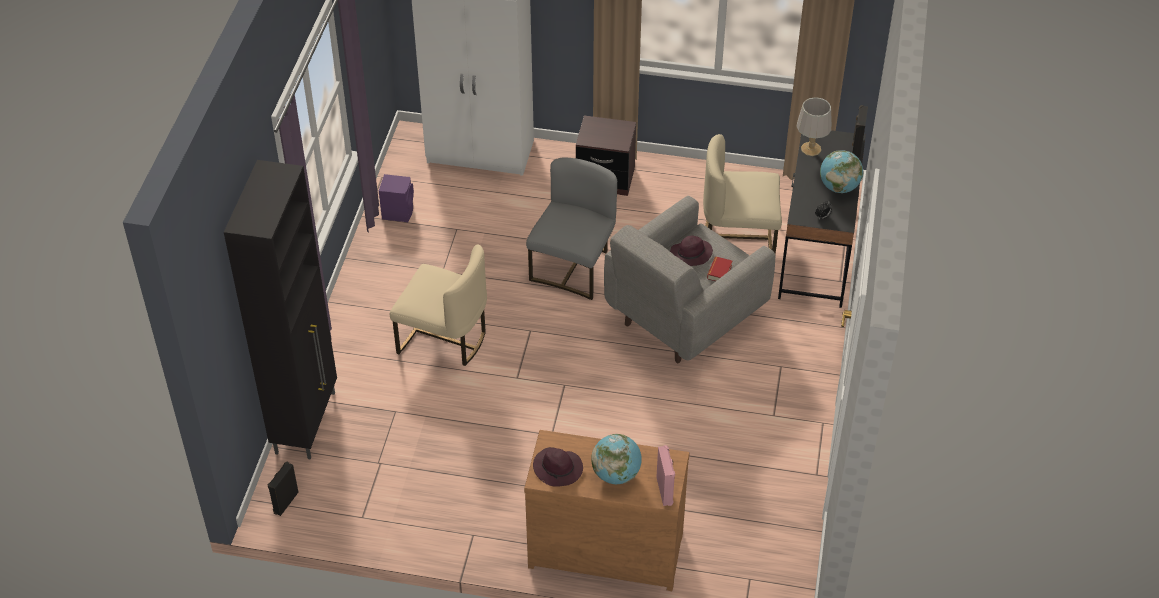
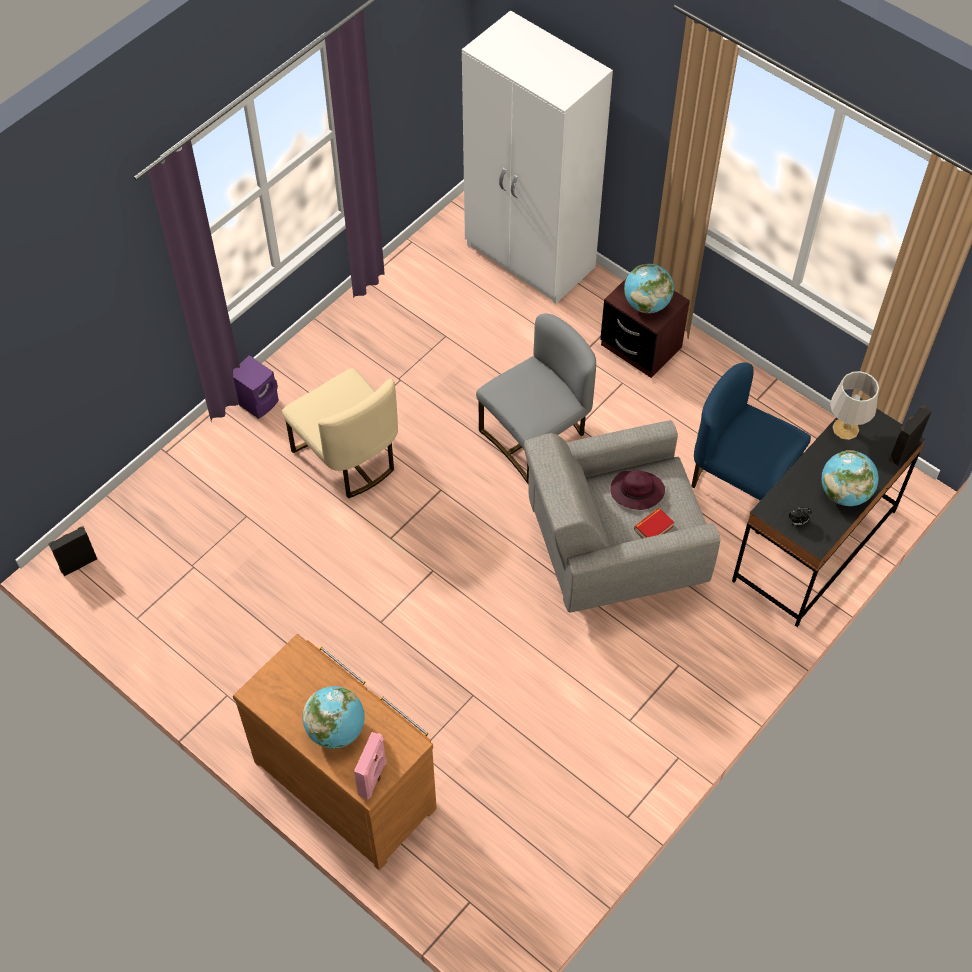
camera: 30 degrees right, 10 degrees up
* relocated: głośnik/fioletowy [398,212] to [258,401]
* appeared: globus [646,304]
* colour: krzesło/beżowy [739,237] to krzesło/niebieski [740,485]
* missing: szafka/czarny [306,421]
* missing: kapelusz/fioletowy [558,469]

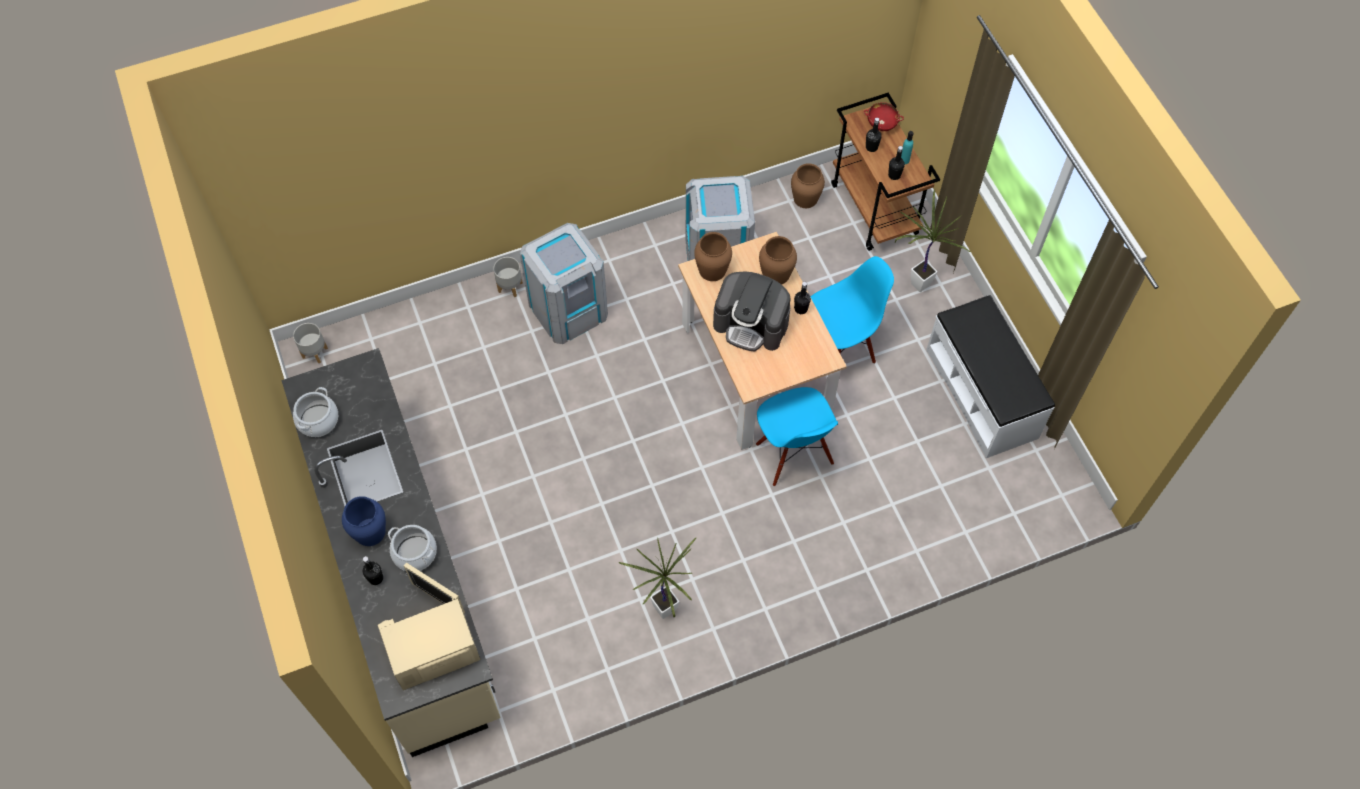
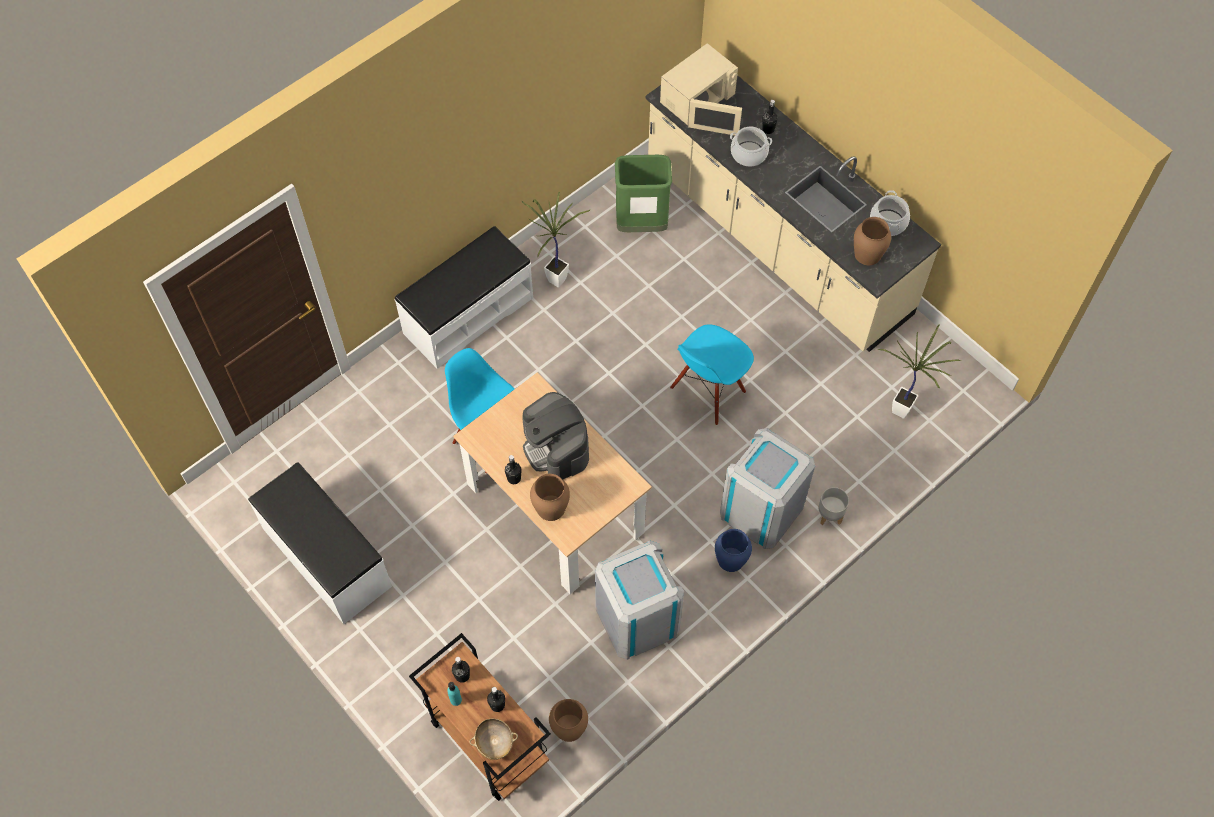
camera: 160 degrees right, 0 degrees up
* appeared: ławka/biały [467,315]
* colour: miska/czerwony [881,123] to miska/beżowy [494,742]
* spun: ekspres do kawy [751,324] = [556,447] 120 degrees counterclockwise
* appeared: kosz na śmieci/zielony [641,225]
* relocated: krzesło/niebieski [839,347] to [708,391]
* relocated: wazon/niebieski [369,532] to [731,559]
* relocated: wazon/brązowy [712,269] to [868,254]
* relocated: roślina doniczkowa [916,285] to [904,409]
* missing: donica/szary [315,352]

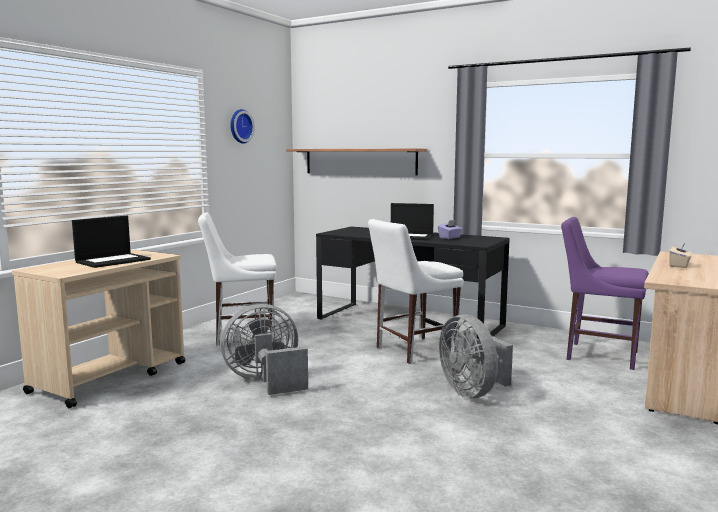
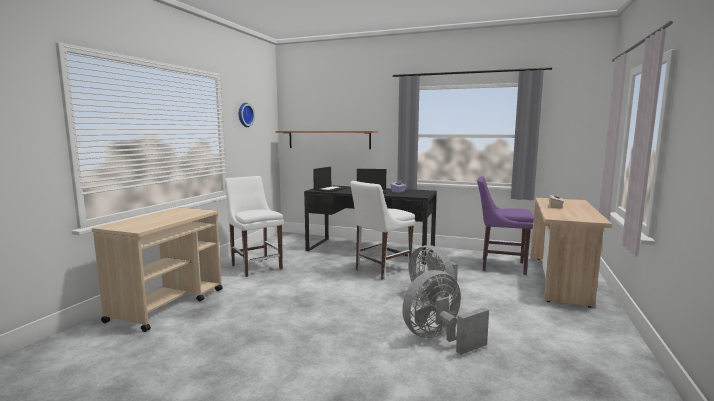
camera: 10 degrees left, 0 degrees up
* spun: krzesło/biały [241,335] = [255,266] 75 degrees clockwise
* relocated: laptop [113,261] to [330,189]
* relocated: wentylator/szary [266,382] to [439,339]

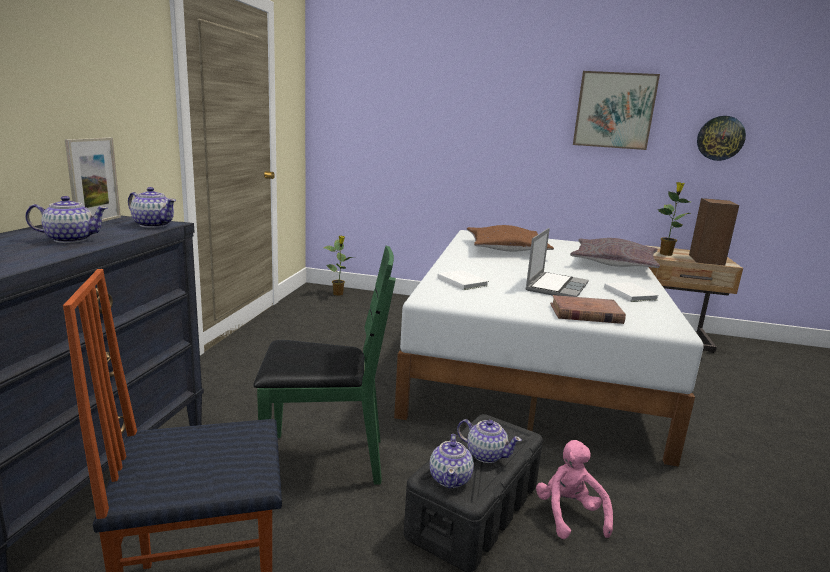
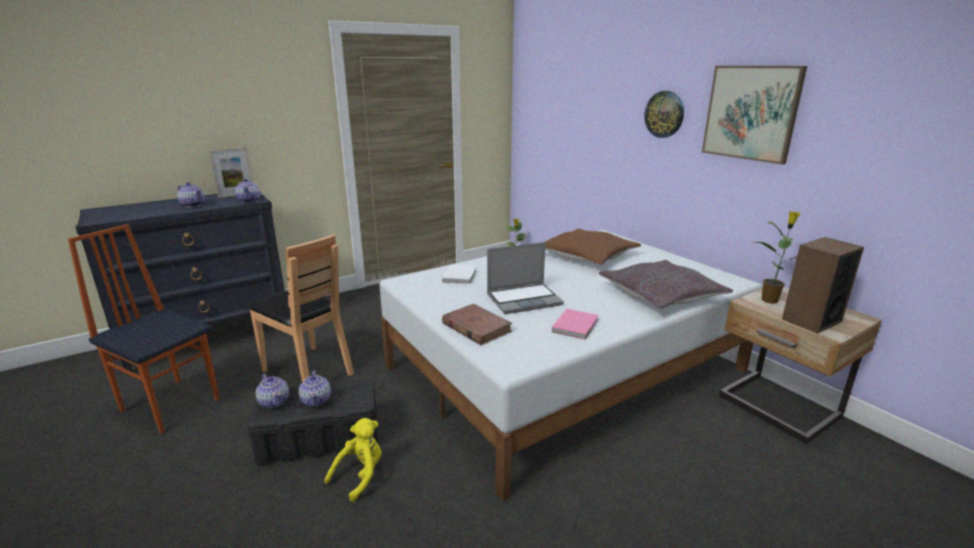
camera: 45 degrees right, 5 degrees up
* colour: krzesło/zielony [322,460] to krzesło/brązowy [308,371]
* spun: imbryk [450,478] = [274,401] 90 degrees counterclockwise
* colour: pluszak/różowy [569,515] to pluszak/żółty [360,475]
* colour: książka/biały [630,293] to książka/różowy [576,325]
* relocated: zegar ścienny [720,138] to [664,114]

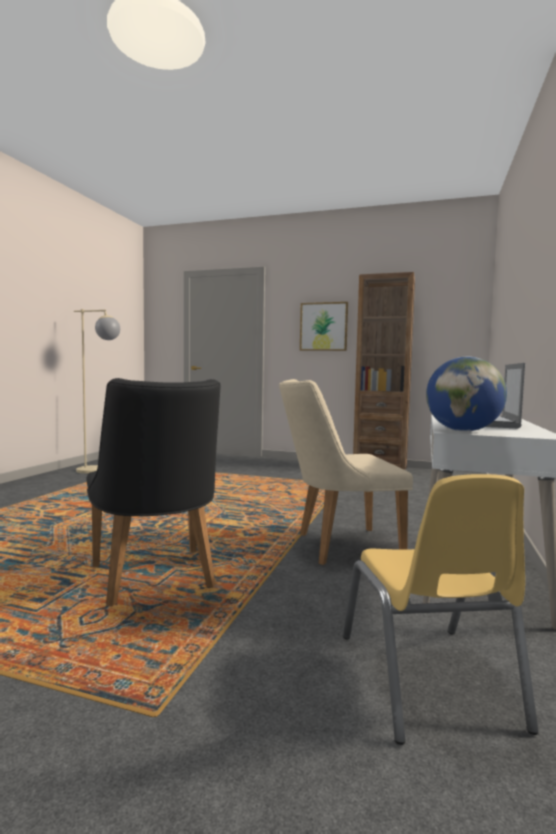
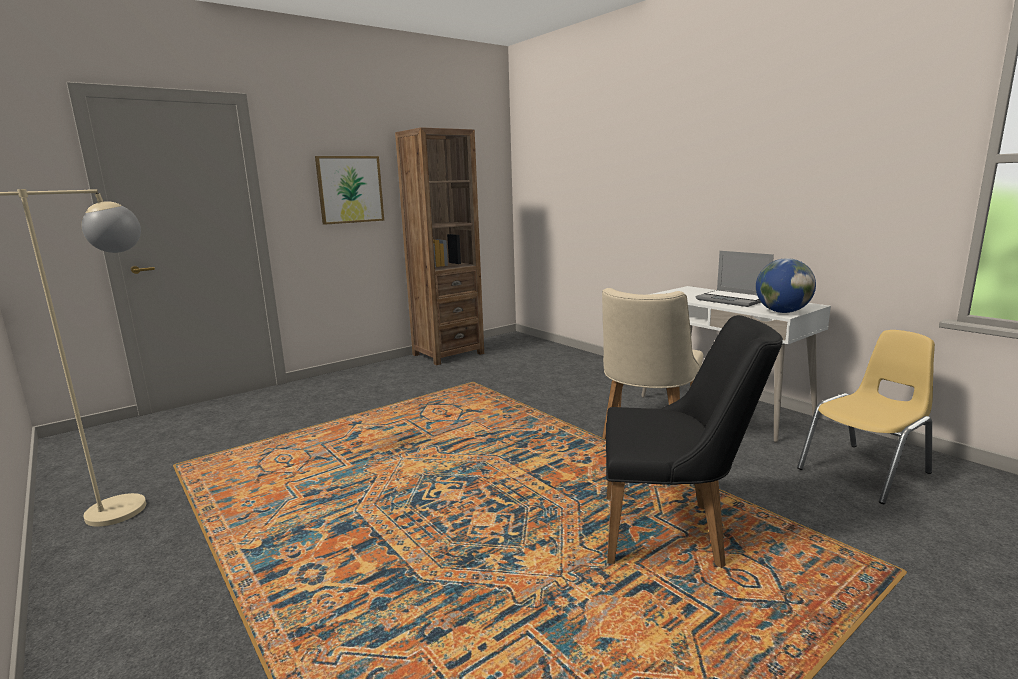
camera: 55 degrees left, 10 degrees up
* spun: krzesło/żółty [427,679] = [865,471] 60 degrees counterclockwise

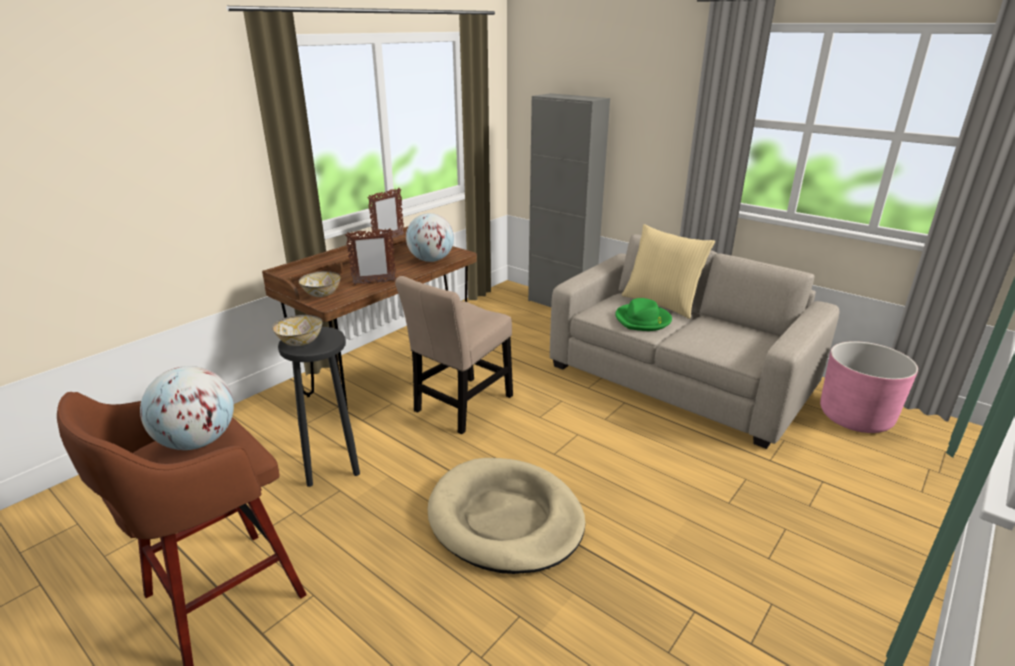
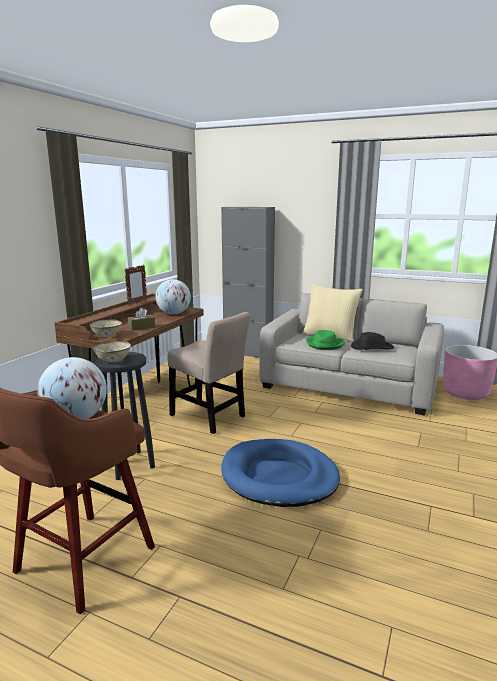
camera: 15 degrees left, 10 degrees down
* exchanged: ramka na zdjęcie [374,282] to pudełko chusteczek/brązowy [141,327]
* spun: krzesło/beżowy [461,406] = [209,417] 75 degrees counterclockwise
* colour: legowisko/beżowy [505,519] to legowisko/niebieski [279,477]
* appeared: kapelusz/czarny [371,347]

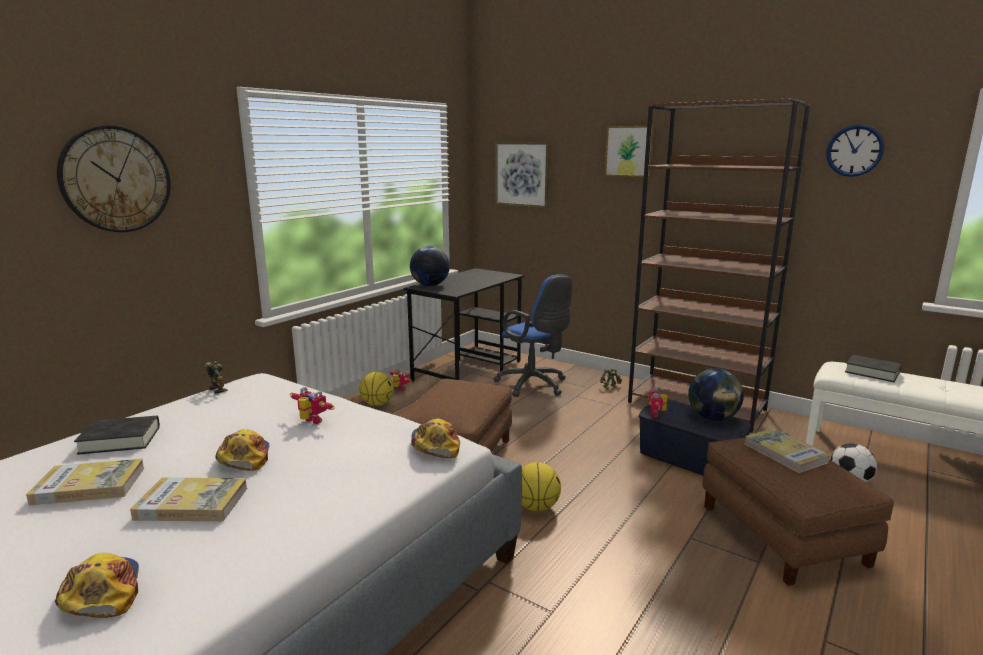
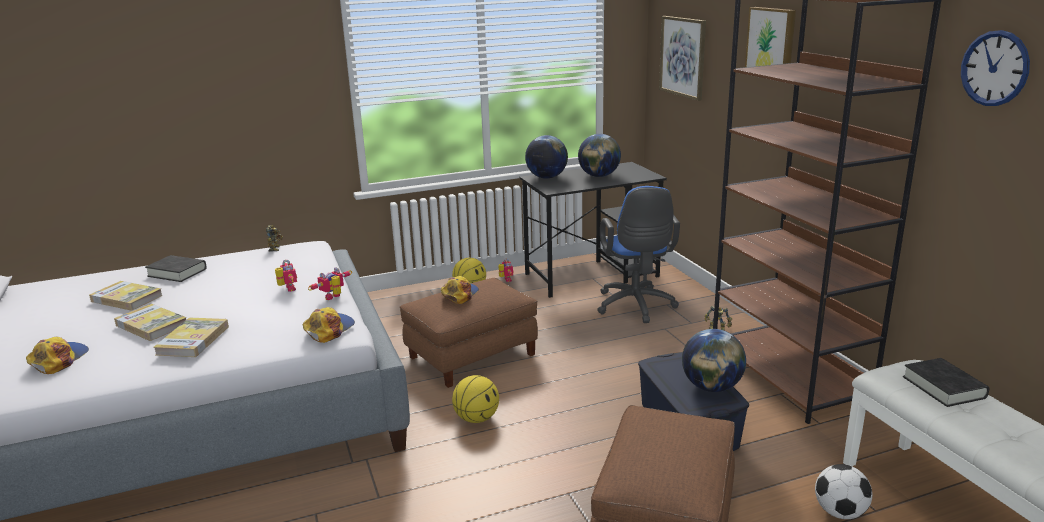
camera: 35 degrees right, 5 degrees up
* relocated: książka [785,453] to [193,340]
* relocated: robot zabawkowy [657,414] to [334,297]
* relocated: czapka z daszkiem [244,456] to [459,294]
* appeared: globus [599,176]
* missing: zegar ścienny [116,179]

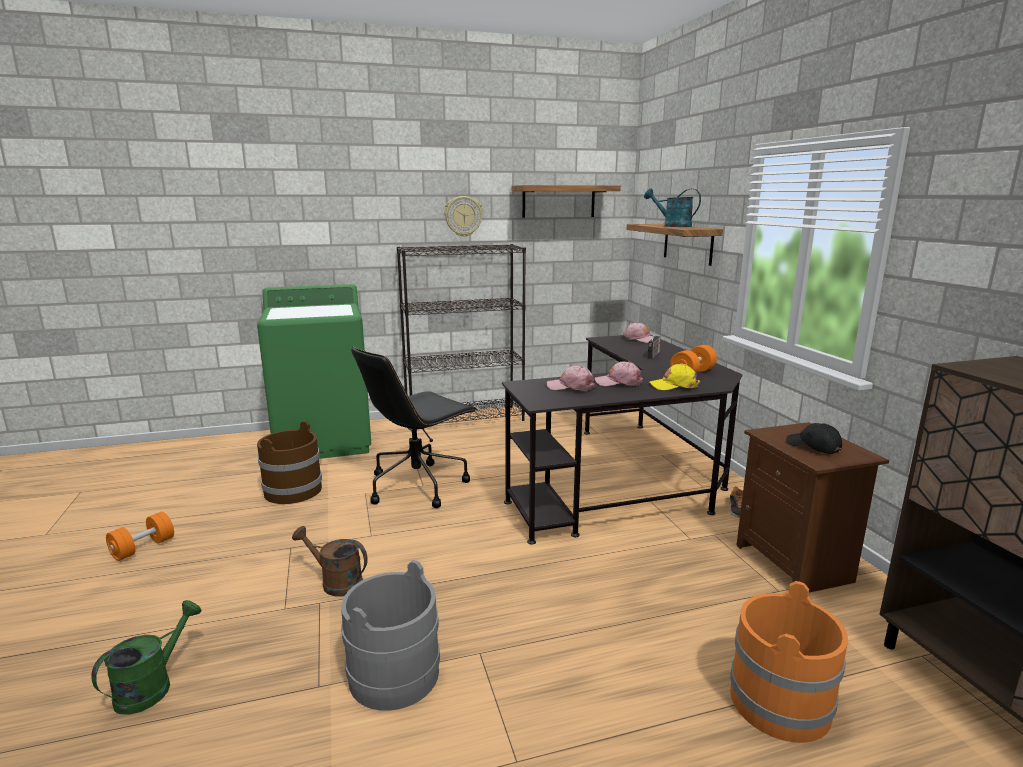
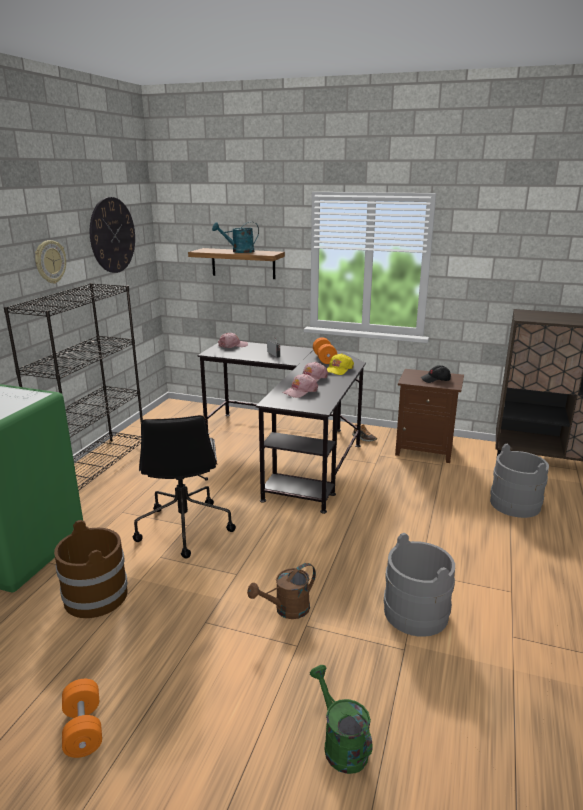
camera: 55 degrees left, 5 degrees up
* exchanged: półka [558,201] to zegar ścienny [112,235]
* colour: wiadro/pomarańczowy [780,703] to wiadro/szary [515,504]

